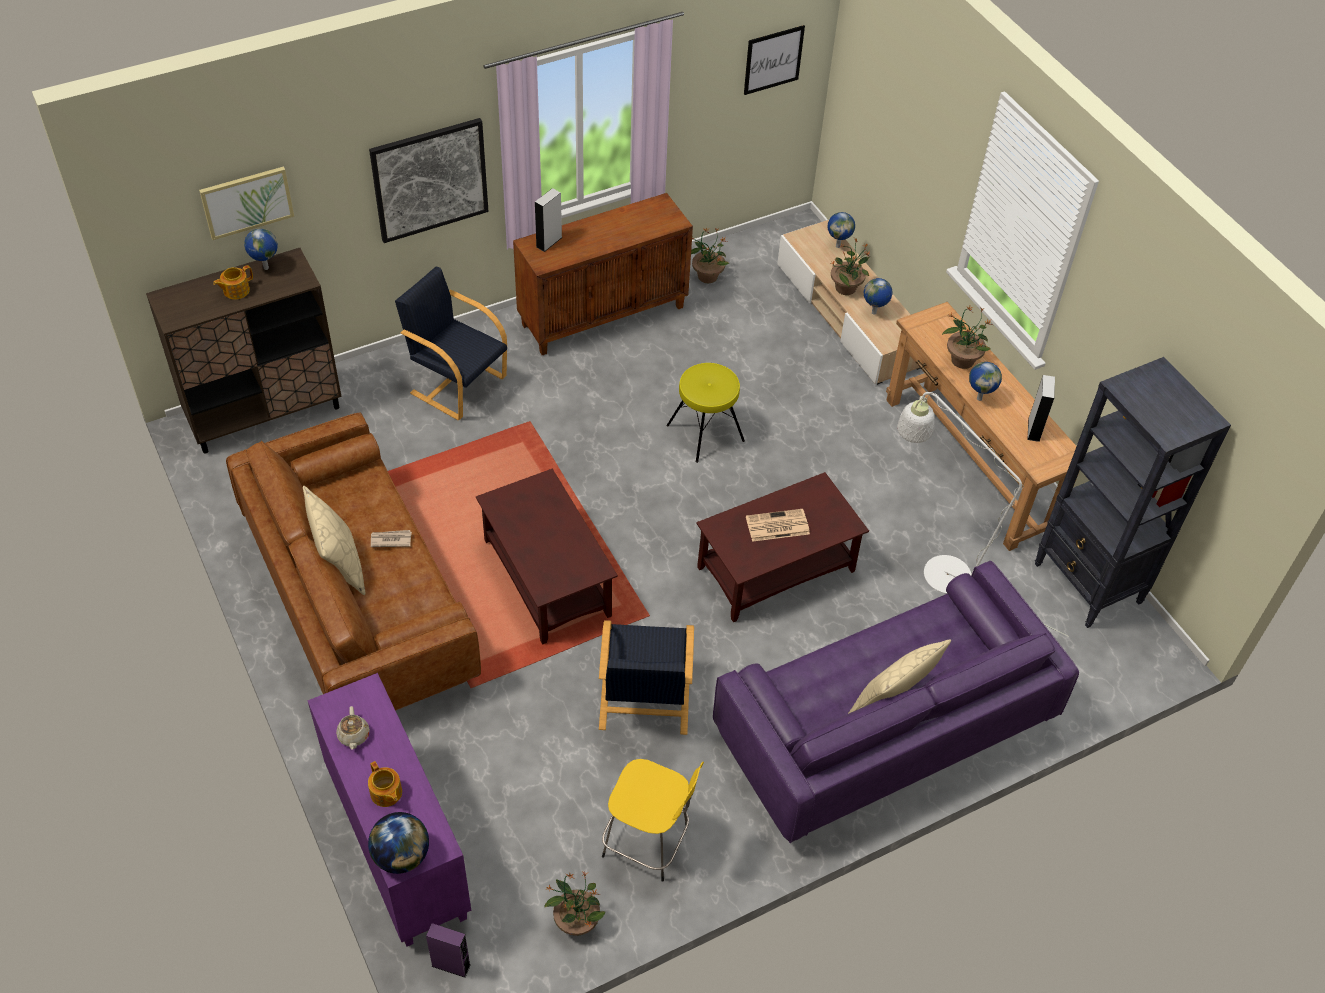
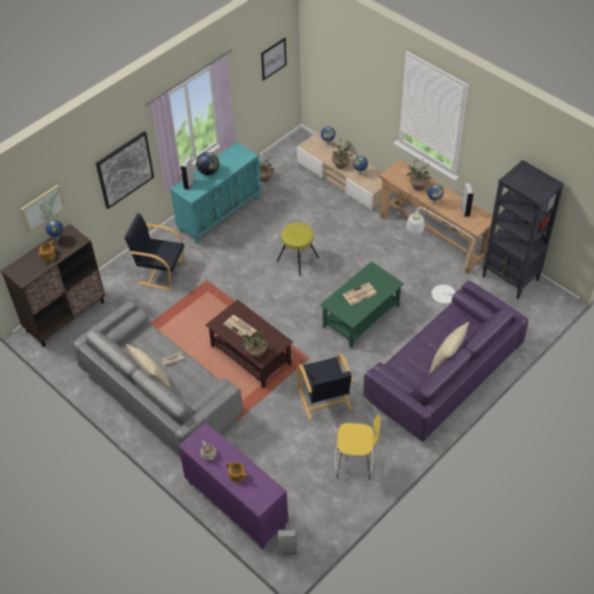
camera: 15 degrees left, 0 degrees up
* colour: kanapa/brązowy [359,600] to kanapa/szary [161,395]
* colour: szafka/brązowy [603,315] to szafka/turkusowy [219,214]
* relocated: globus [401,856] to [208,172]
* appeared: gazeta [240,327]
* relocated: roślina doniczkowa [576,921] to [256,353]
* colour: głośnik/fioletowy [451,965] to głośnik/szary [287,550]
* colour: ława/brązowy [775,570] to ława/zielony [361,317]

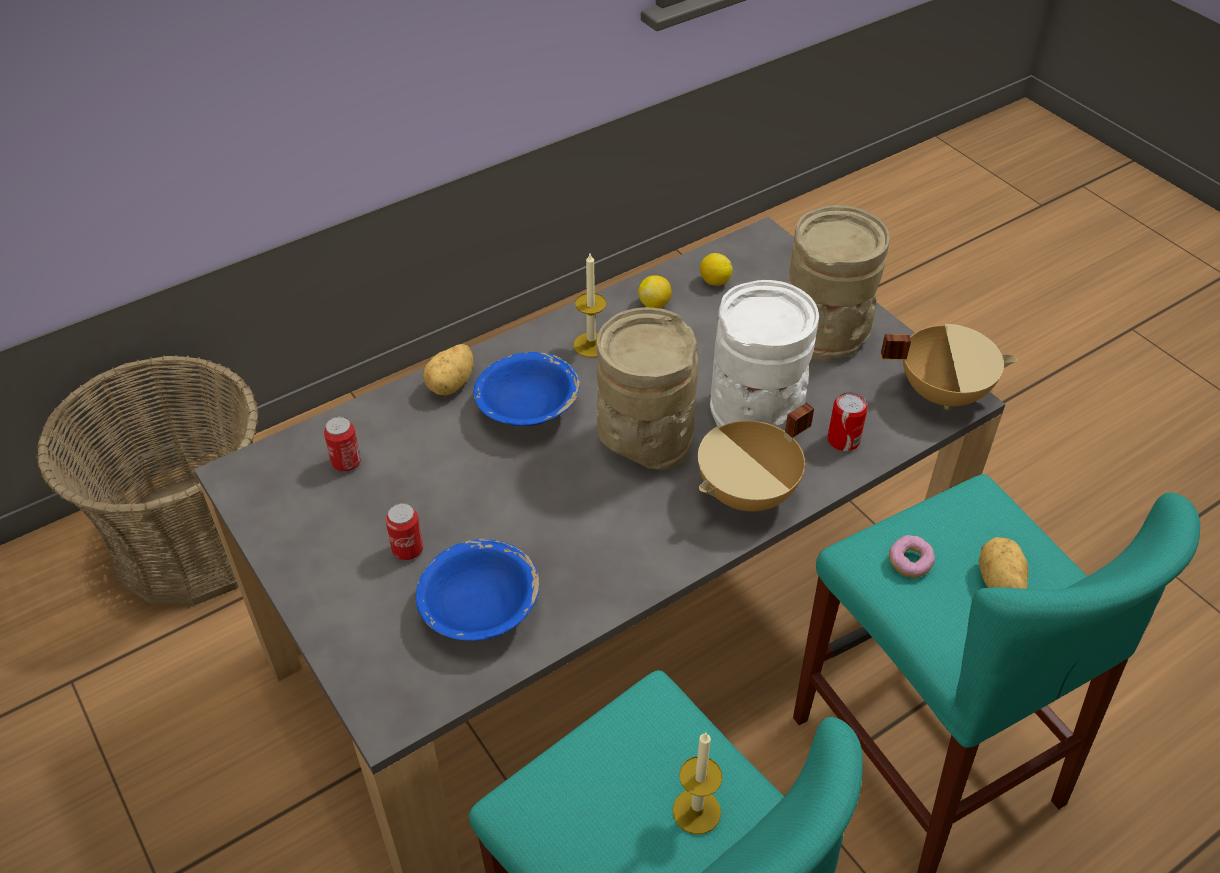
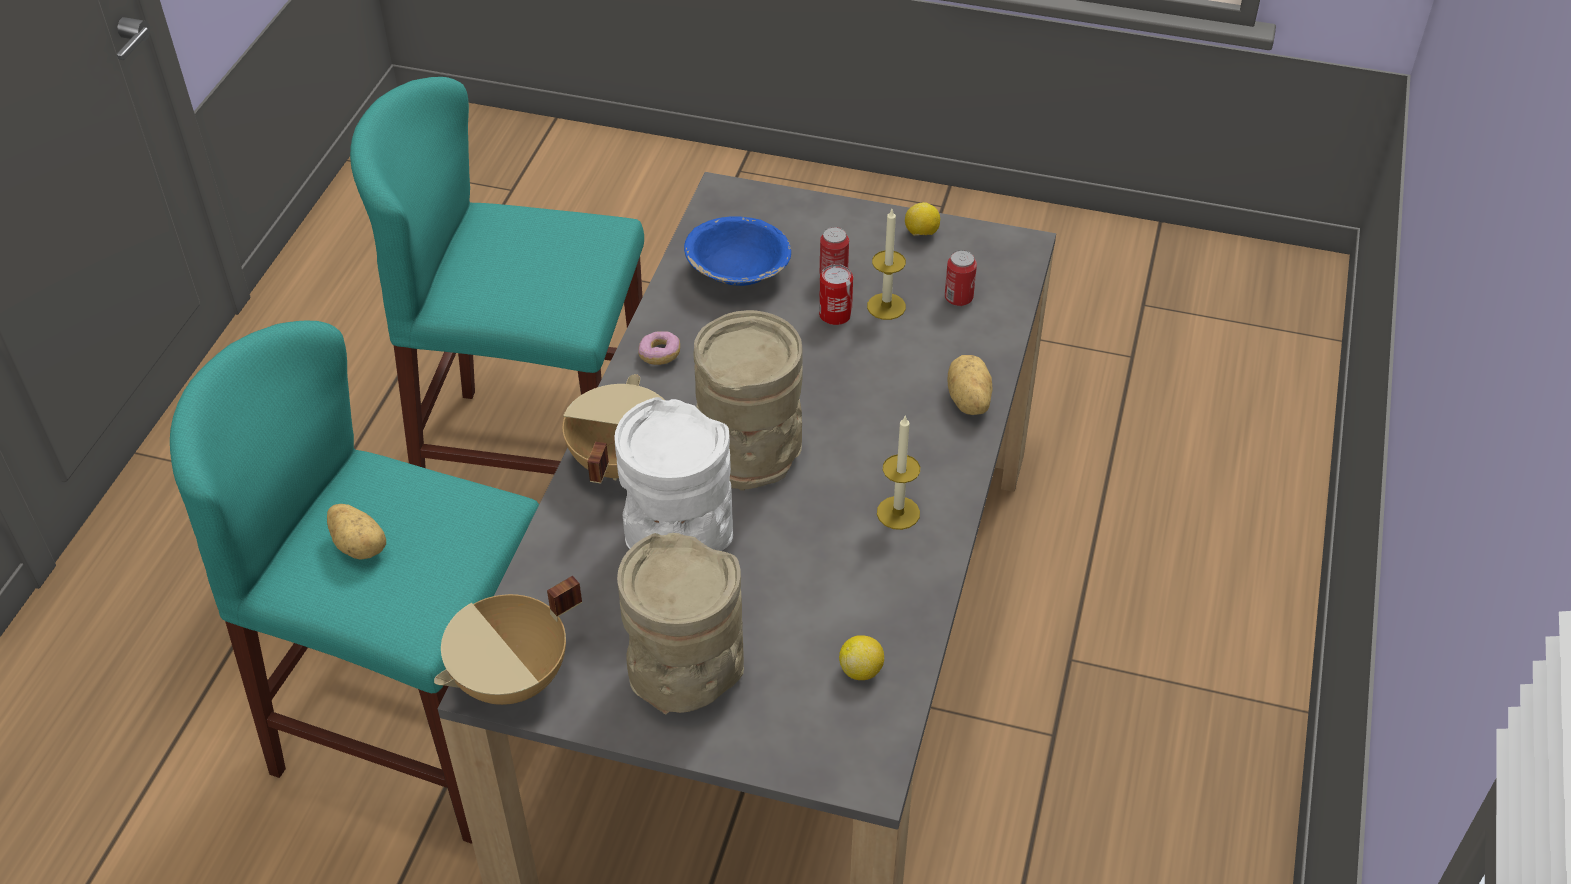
camera: 140 degrees right, 0 degrees up
* relocated: donut [909,562] to [659,355]
* relocated: puszka [843,440] to [835,315]
* relocated: świeca [696,811] to [886,306]
* relocated: cytryna [654,304] to [921,233]
* missing: koszyk [193,541]
* missing: miska/niebieski [528,409]

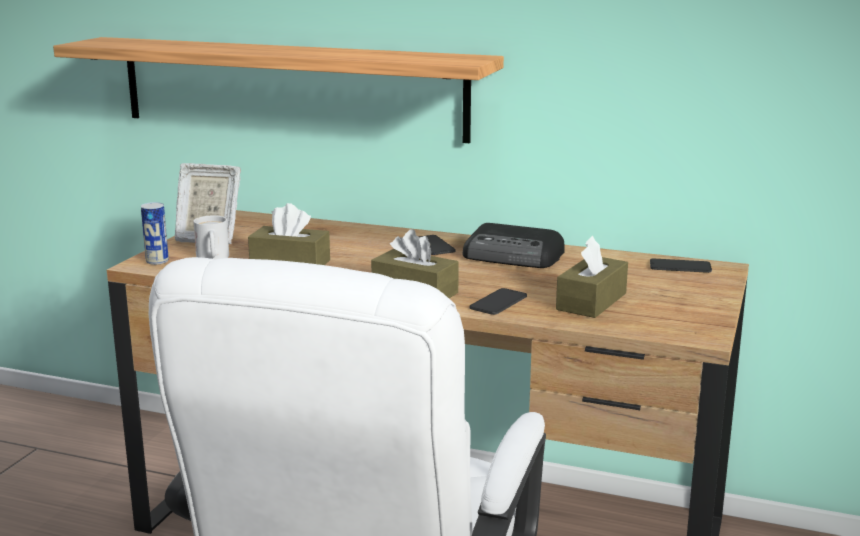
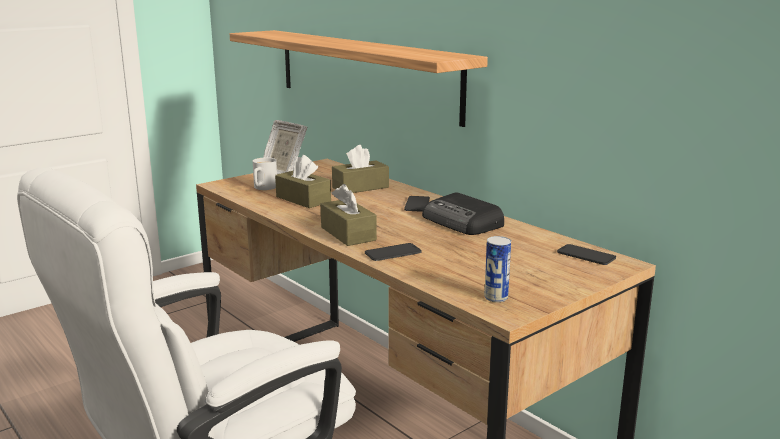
camera: 30 degrees right, 0 degrees up
* relocated: pudełko chusteczek/brązowy [591,301] to [360,187]
* relocated: puszka [157,261] to [496,297]

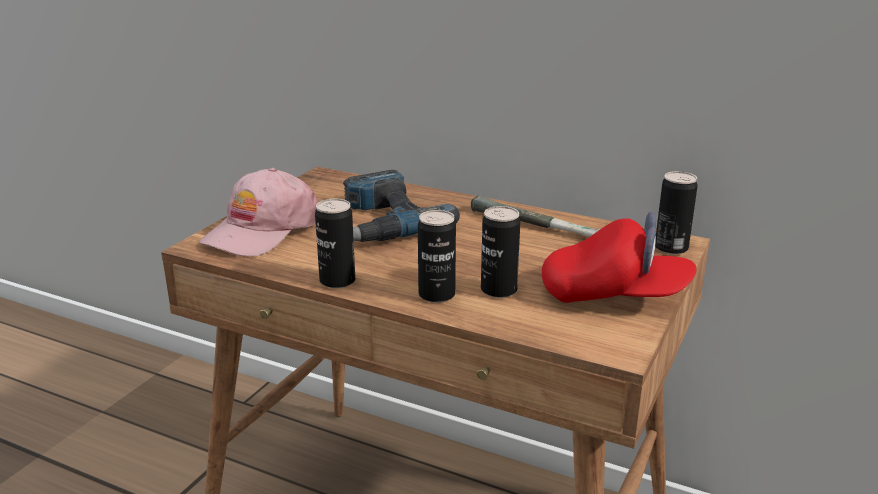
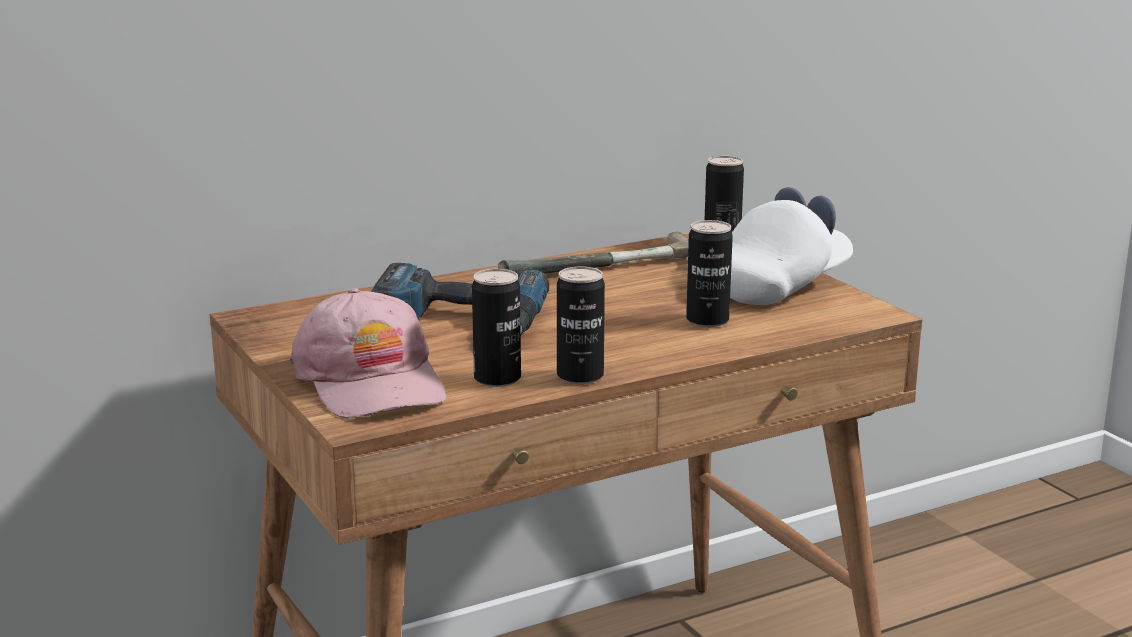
camera: 55 degrees left, 5 degrees down
* relocated: puszka [436,295] to [497,379]
* colour: czapka z daszkiem/czerwony [614,295] to czapka z daszkiem/biały [781,287]

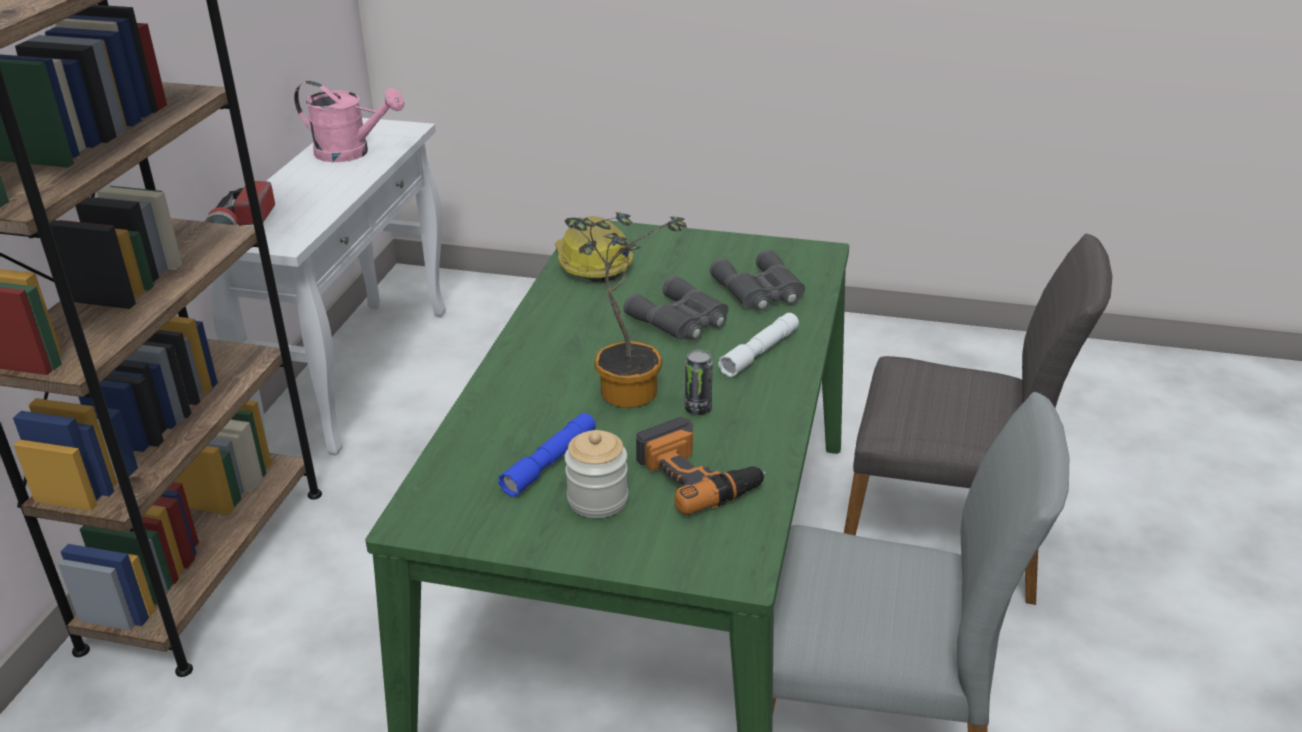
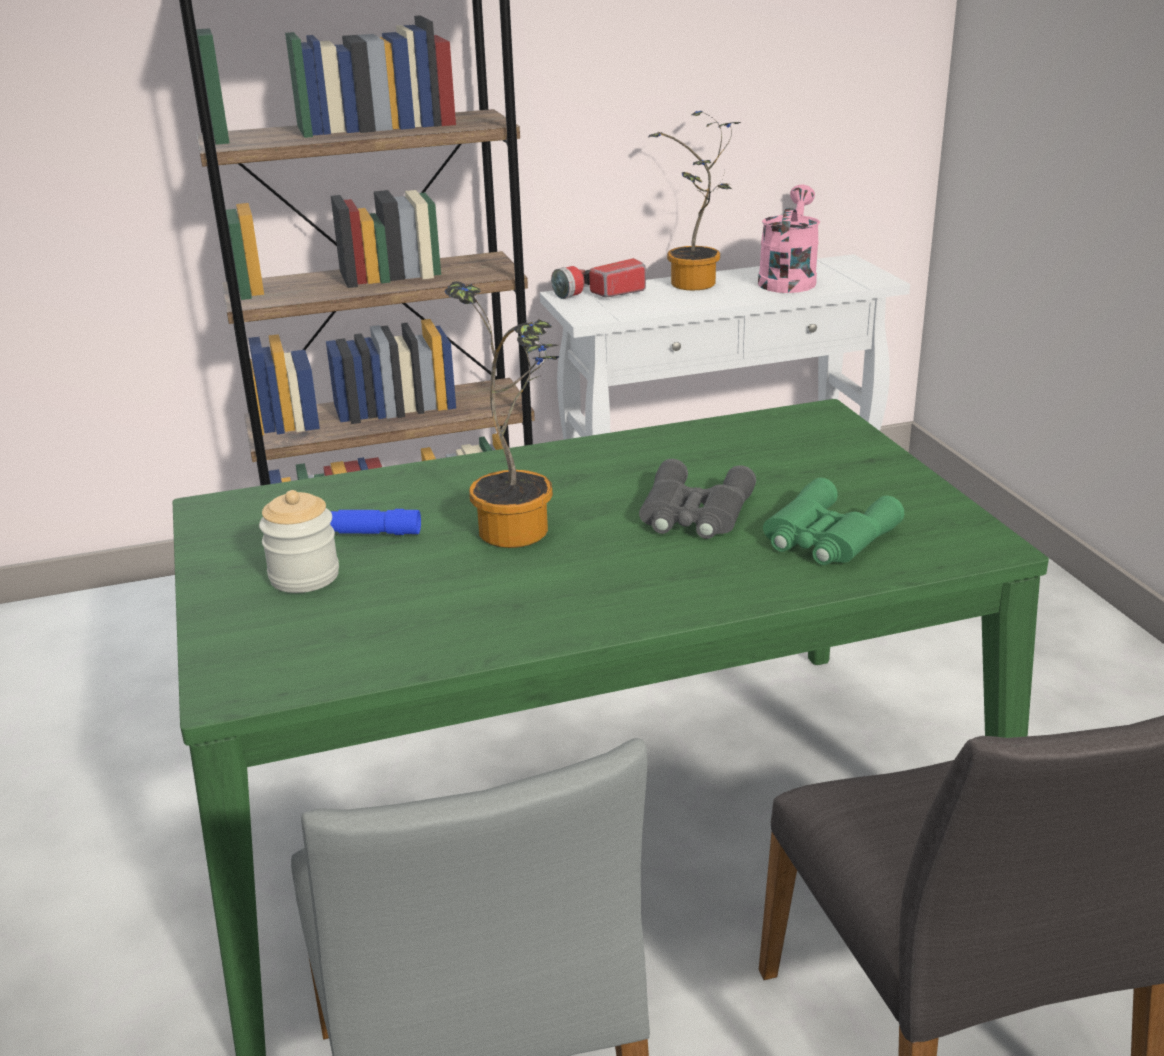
camera: 60 degrees right, 5 degrees down
* appeared: roślina doniczkowa [696,286]
* spun: konewka/różowy [351,153] = [788,280] 150 degrees counterclockwise
* colour: lornetka/szary [759,291] to lornetka/zielony [826,537]
* missing: kask [591,265]
* missing: wiertarka [698,476]
* missing: puszka [698,409]
* missing: latarka/biały [759,352]

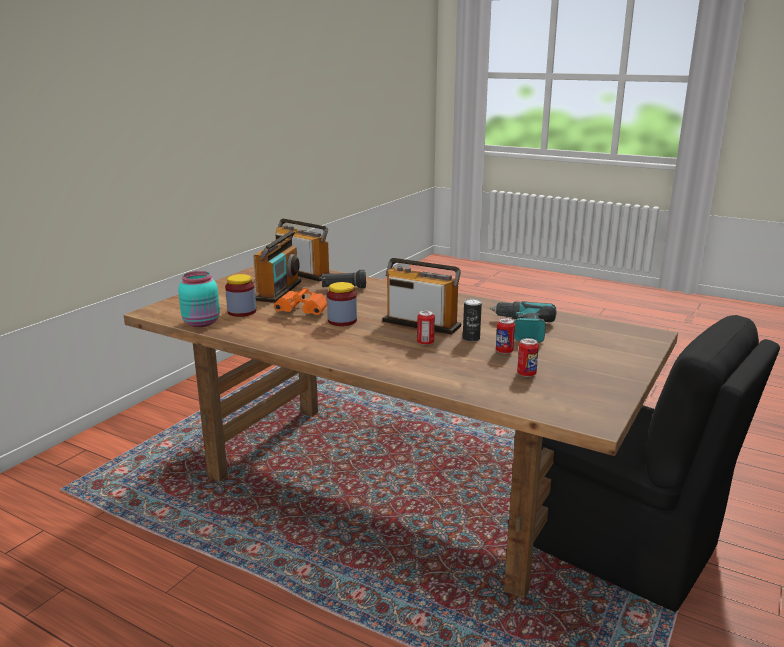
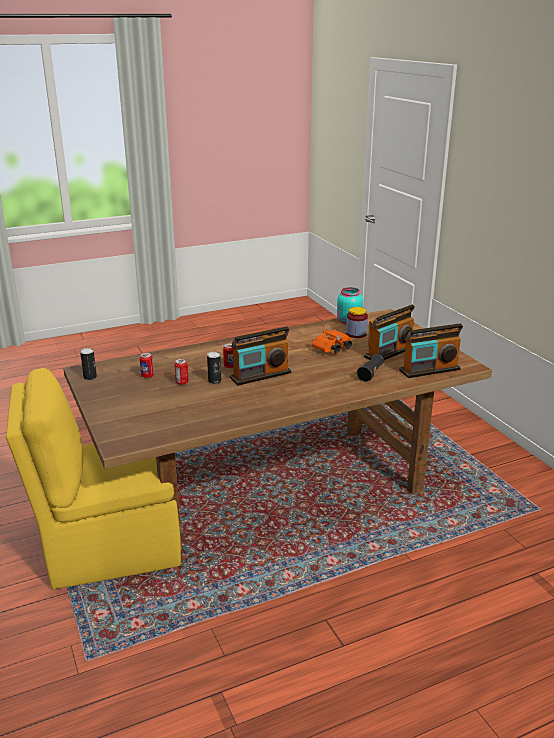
camera: 125 degrees right, 5 degrees up
* colour: krzesło/czarny [622,545] to krzesło/żółty [109,547]
* appeared: puszka [90,377]
* spun: radio [279,291] = [389,352] 90 degrees counterclockwise
* missing: słoik [342,321]
* missing: wiertarka [522,329]

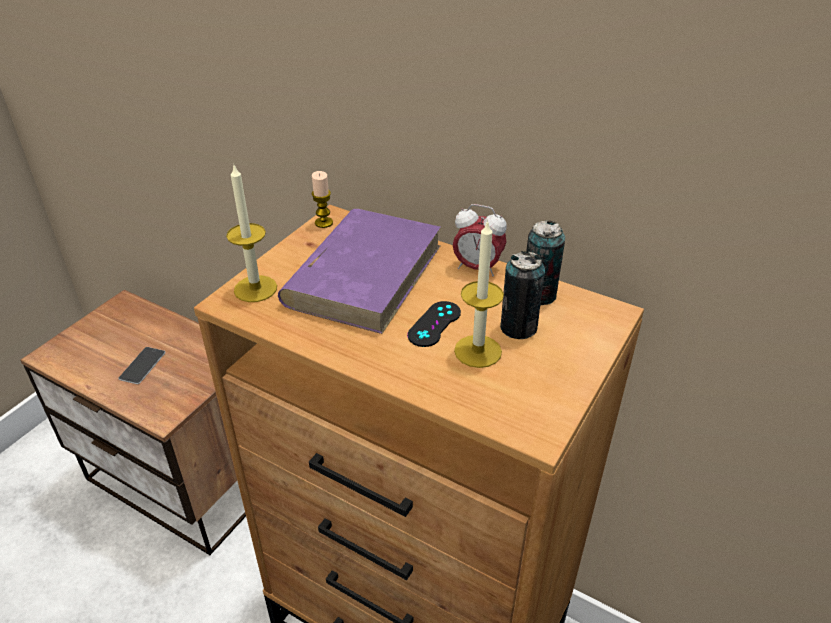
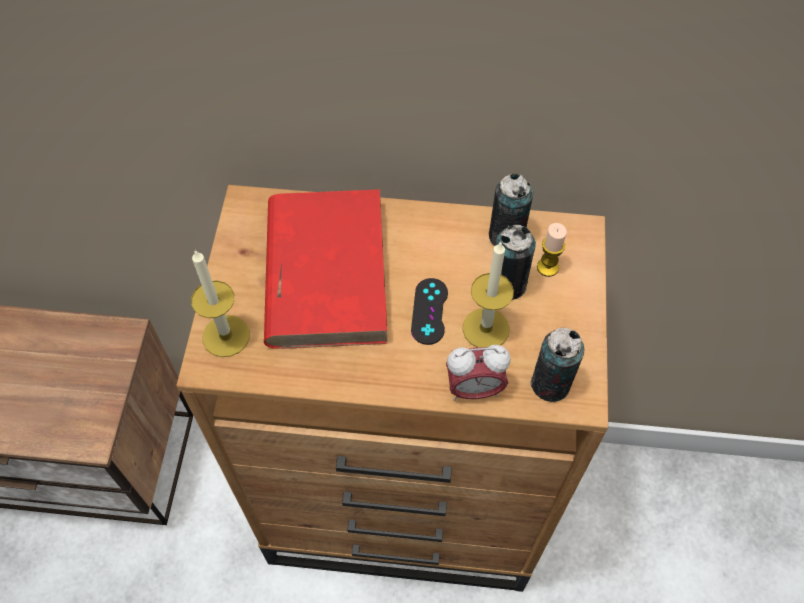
camera: 25 degrees left, 20 degrees up
* colour: książka/fioletowy [365,273] to książka/czerwony [326,271]
* relocated: budzik [477,268] to [474,389]
* appeared: puszka [550,384]
* relocated: świeca [323,223] to [547,267]
* missing: telefon [142,365]

